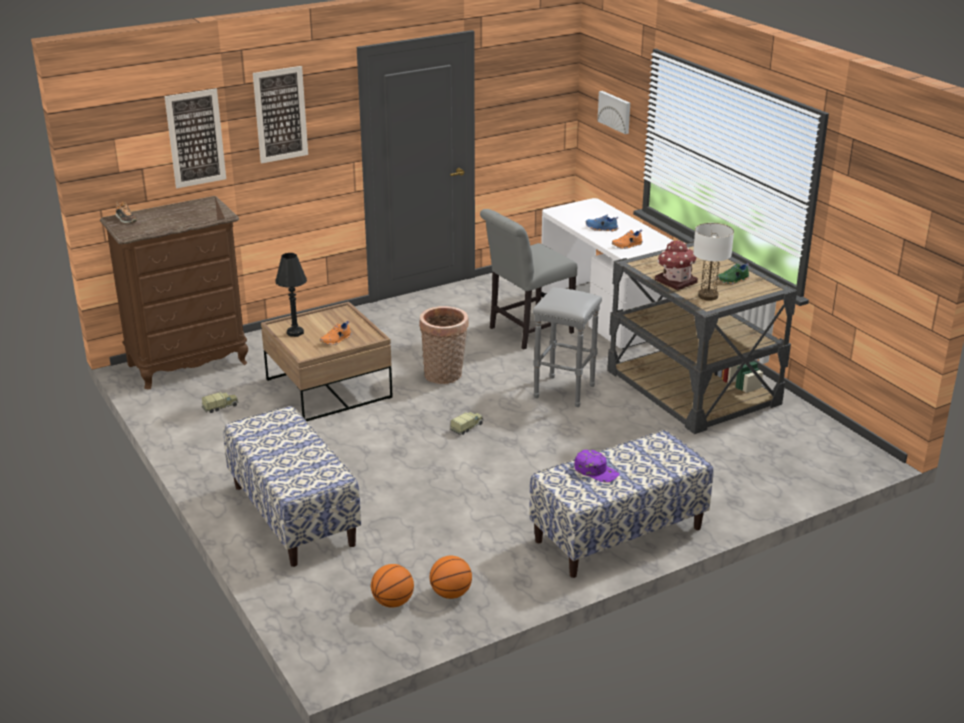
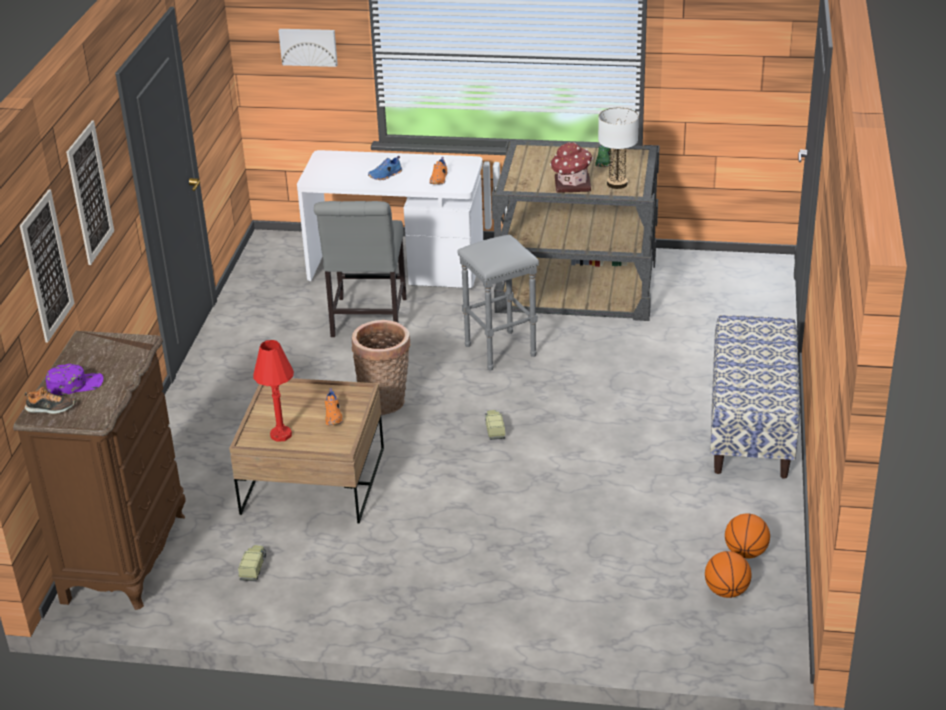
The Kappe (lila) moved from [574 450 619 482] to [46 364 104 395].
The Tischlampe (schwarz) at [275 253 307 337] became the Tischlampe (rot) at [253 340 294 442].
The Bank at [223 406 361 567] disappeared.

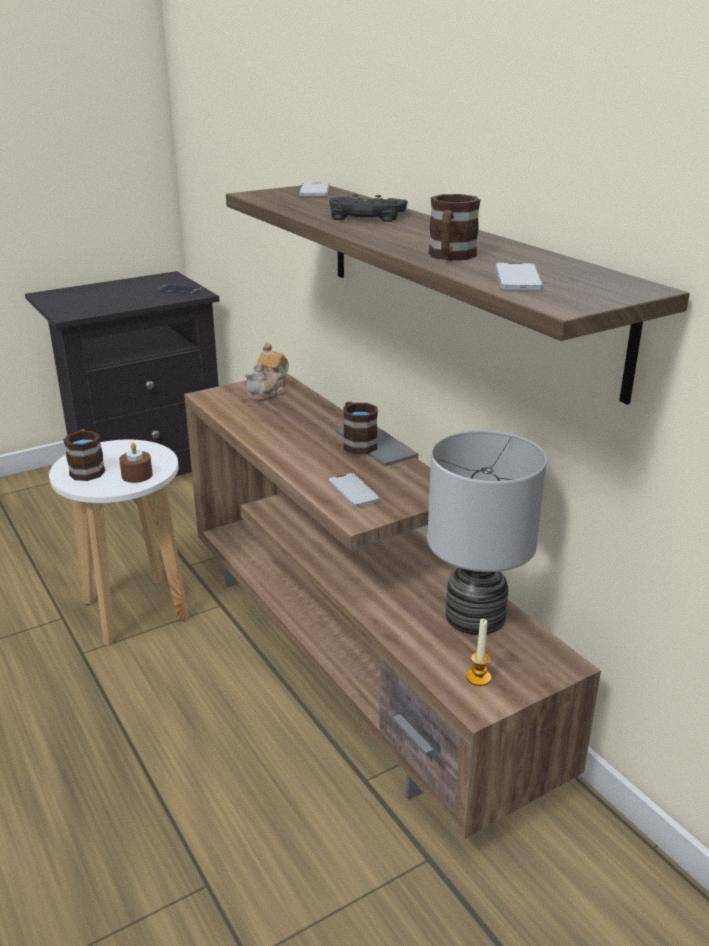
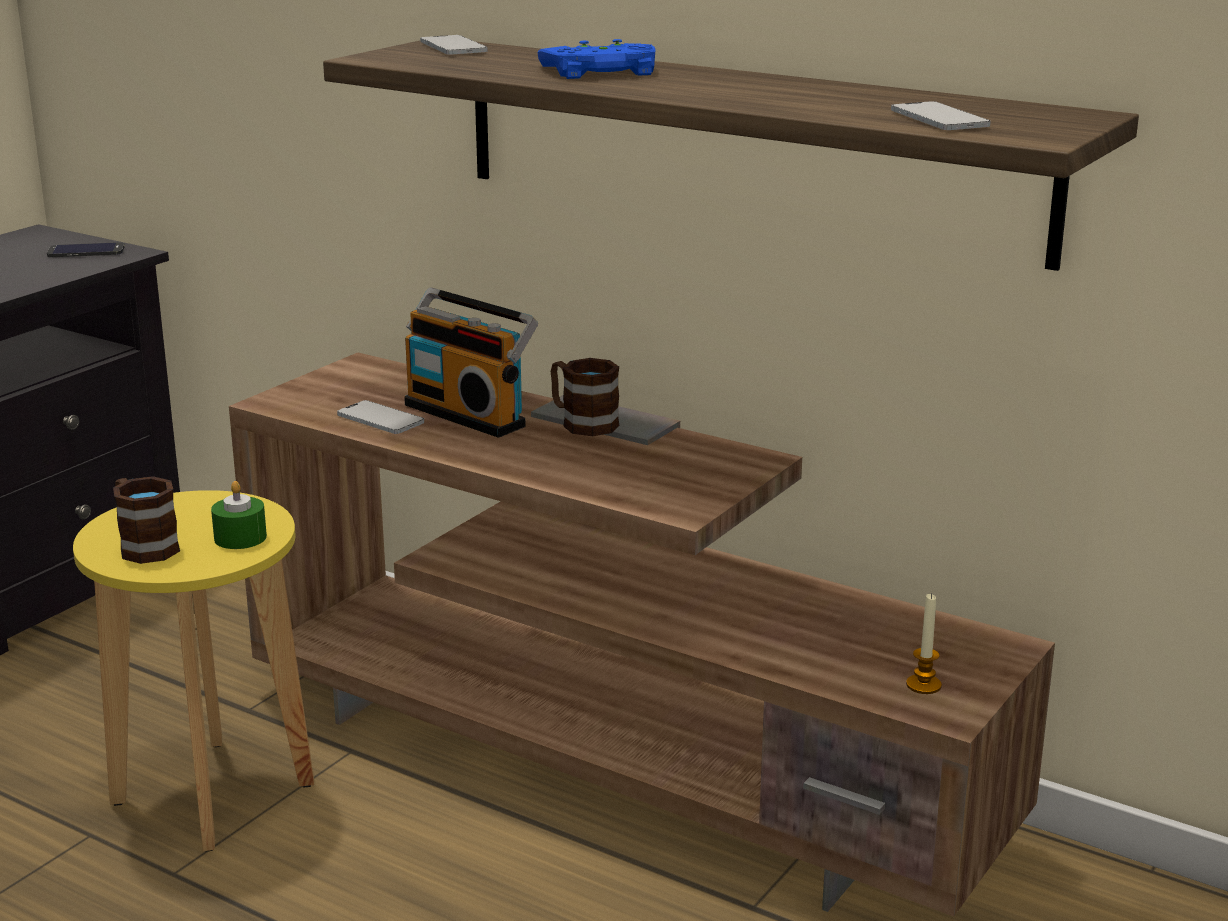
The Hocker (weiß) at [49 440 188 646] became the Hocker (gelb) at [73 490 314 851].
The Kerze (braun) at [119 443 153 483] became the Kerze (grün) at [211 481 267 549].
The Handy moved from [328 473 380 508] to [337 400 424 434].
The Radio at [404 288 538 438] appeared.
The Gamepad (schwarz) at [329 194 408 222] became the Gamepad (blau) at [538 39 655 79].
The Teekanne at [244 343 289 401] disappeared.
The Tischlampe (grau) at [427 430 547 635] disappeared.
The Henkelbecher (braun) at [429 194 480 261] disappeared.

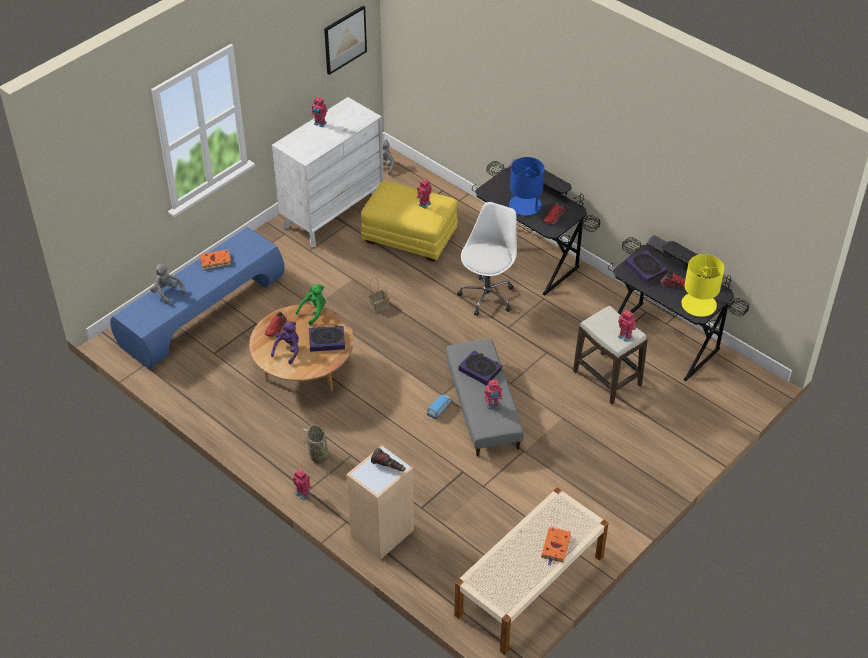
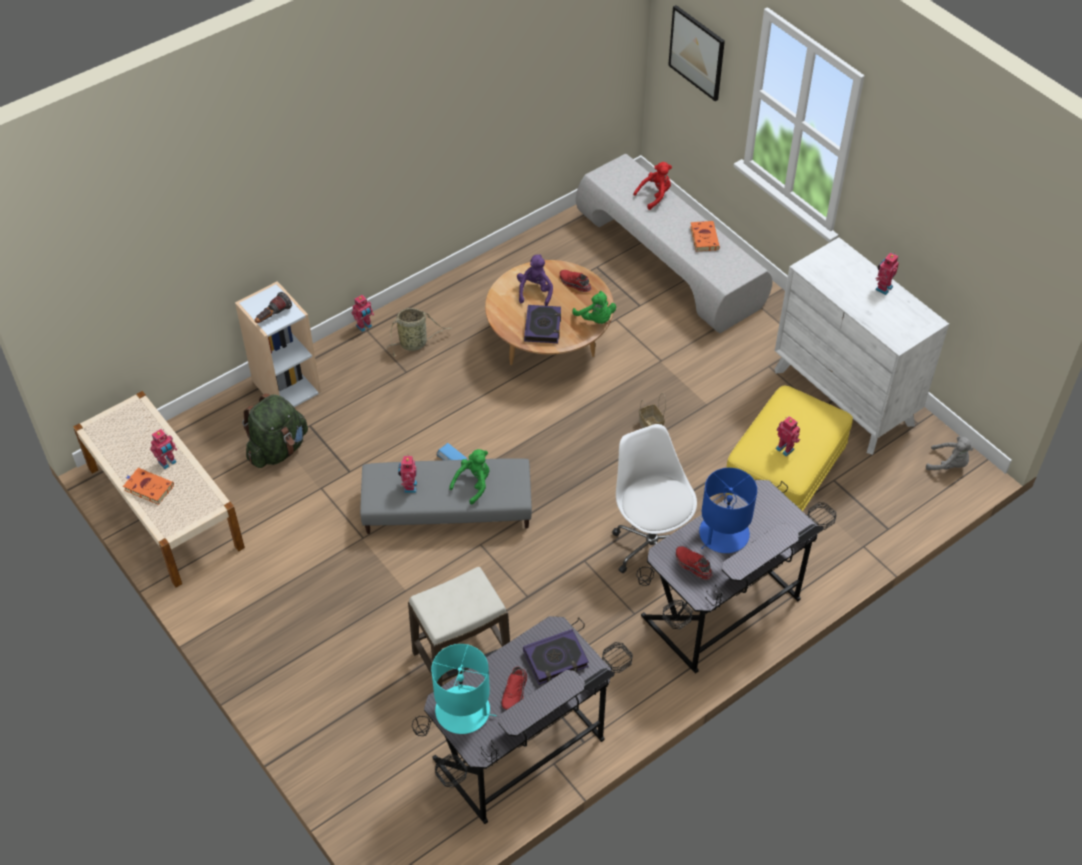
The Spielzeugroboter moved from [618 310 636 342] to [150 429 177 469].
The Rucksack (grün) at [242 393 308 468] appeared.
The Tischlampe (gelb) at [682 254 724 317] became the Tischlampe (türkis) at [431 644 497 734].
The Buch at [458 351 502 385] was replaced by the Plüschtier (grün) at [449 449 490 505].
The Plüschtier (lila) at [271 321 299 364] turned 120 degrees counterclockwise.
The Bank (blau) at [110 227 285 369] became the Bank (grau) at [576 154 773 333].
The Bürostuhl (weiß) at [457 202 517 316] turned 150 degrees counterclockwise.
The Plüschtier (grau) at [150 264 186 304] became the Plüschtier (rot) at [633 162 672 210].
The Bild moved from [324 6 367 75] to [668 5 725 101].

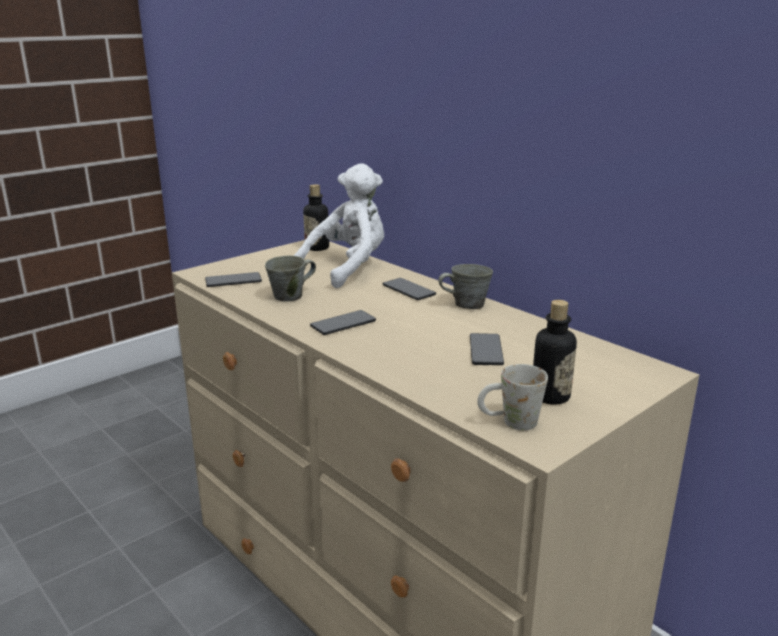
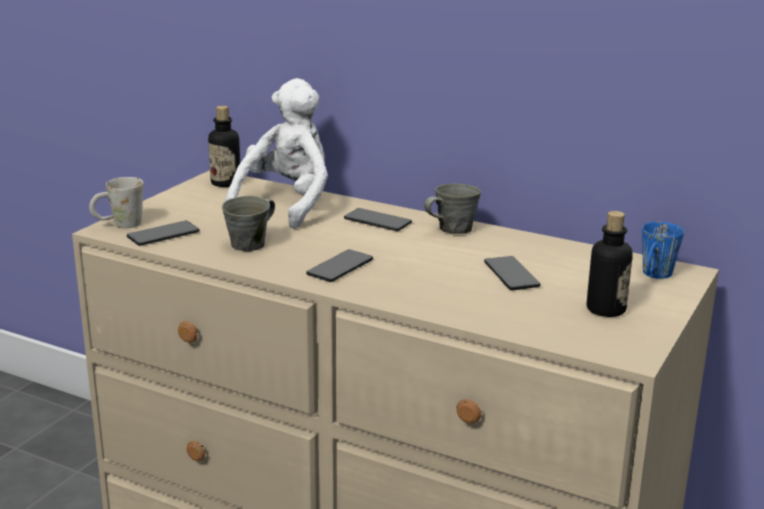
The Henkelbecher (weiß) moved from [477 364 548 430] to [89 177 144 228].
The Henkelbecher (blau) at [642 222 684 279] appeared.

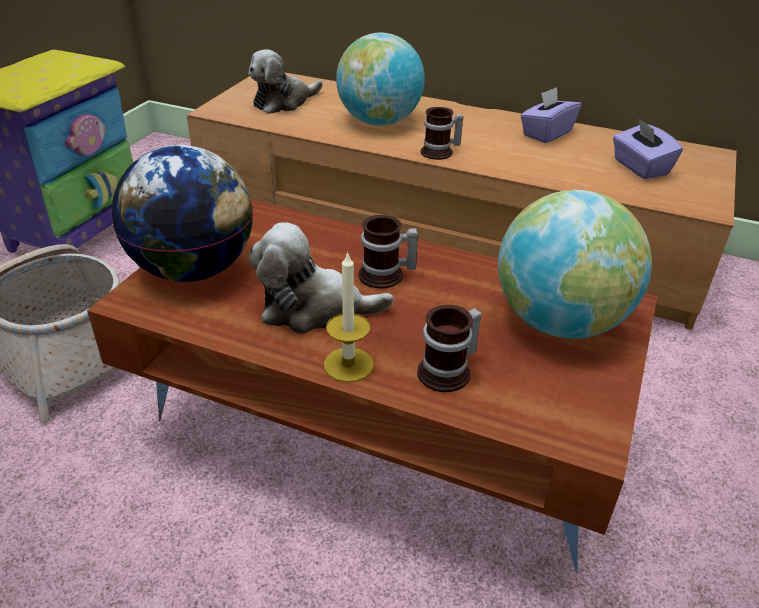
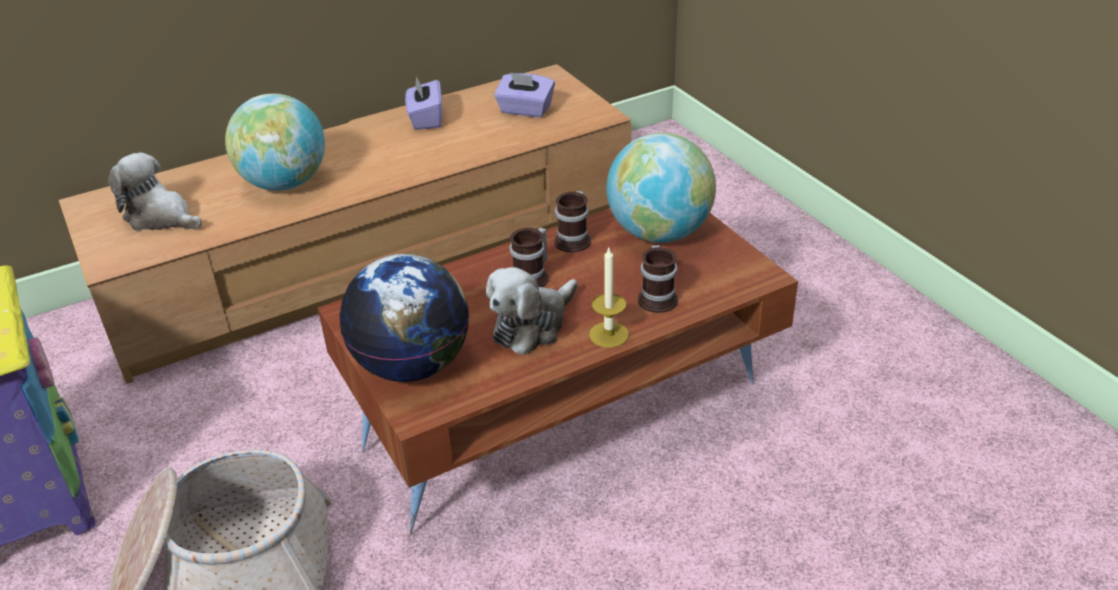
The Plüschtier at [248 49 323 114] turned 120 degrees clockwise.
The Henkelbecher moved from [421 107 464 160] to [554 191 591 252].

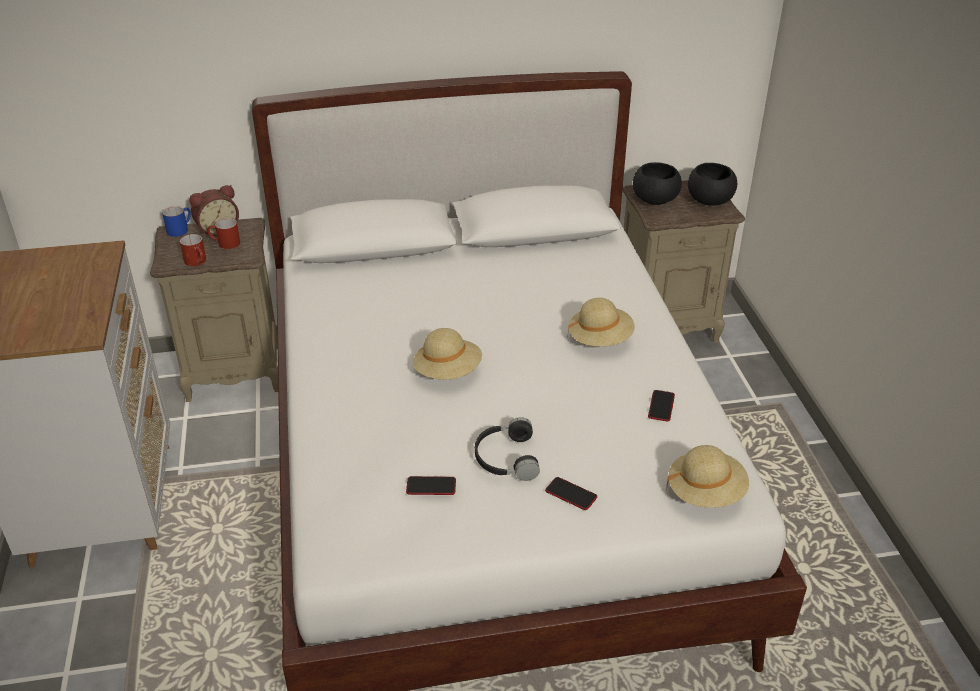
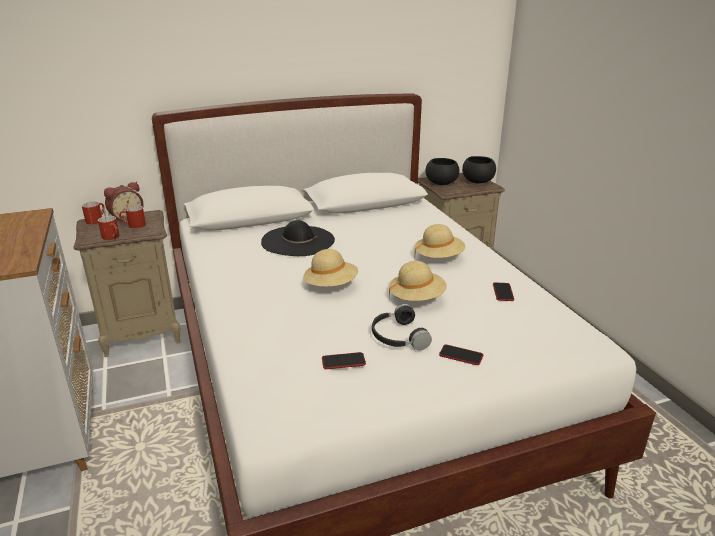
The Henkelbecher (blau) at [162 206 191 237] became the Henkelbecher (rot) at [82 202 104 224].
The Hut (schwarz) at [261 220 335 256] appeared.
The Hut (beige) moved from [666 445 749 508] to [389 261 447 301].

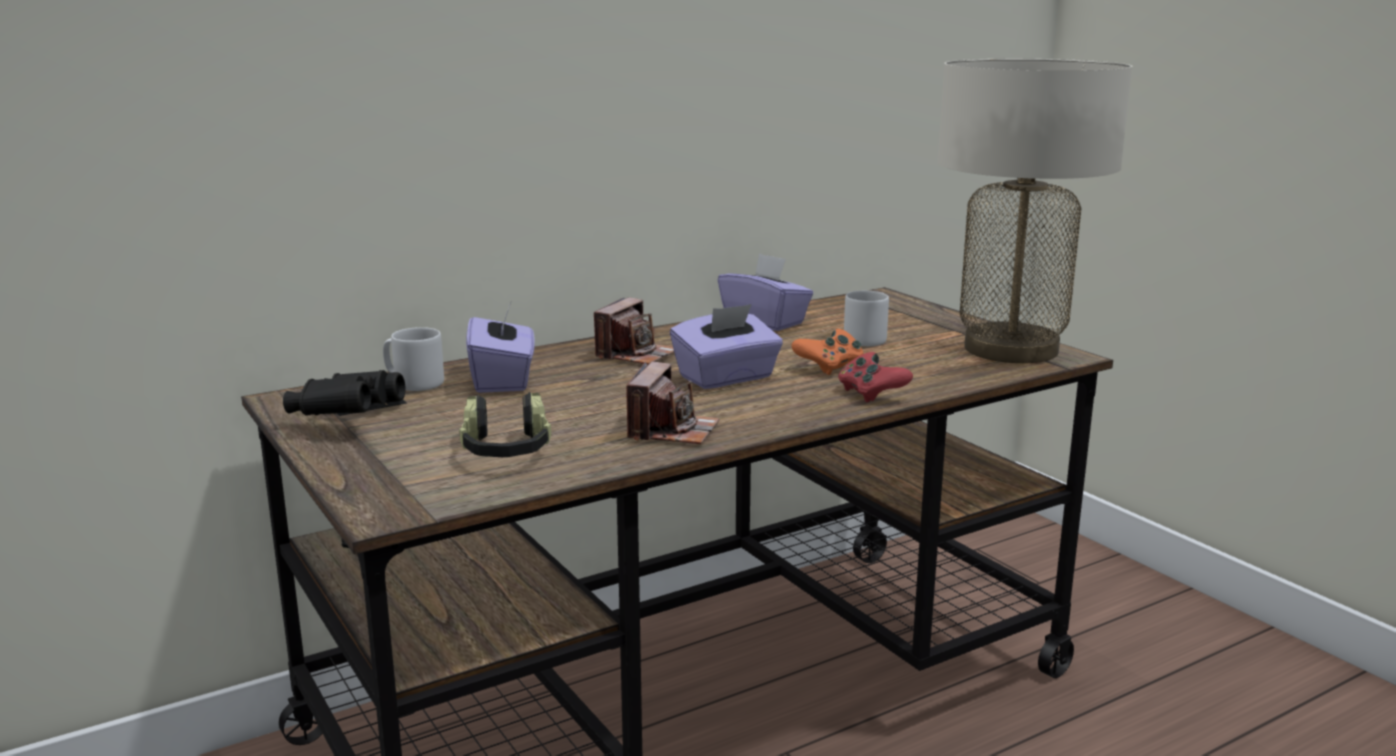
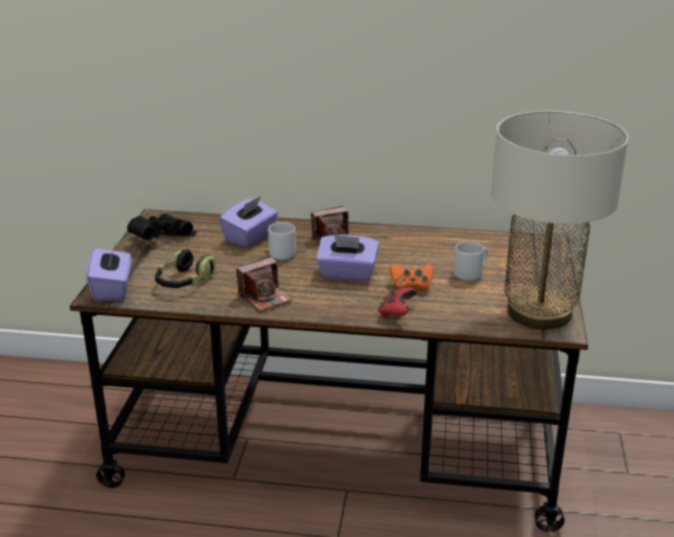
The Taschentuchbox (lila) moved from [718 253 814 331] to [87 242 131 301].
The Henkelbecher (grau) moved from [383 327 444 391] to [268 222 296 260].

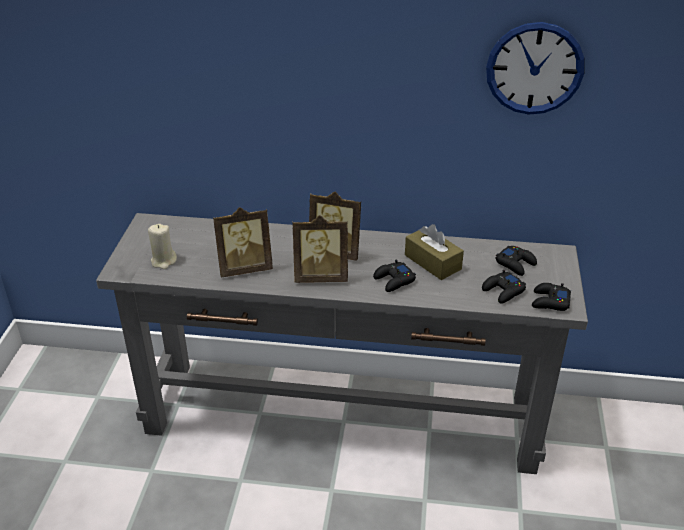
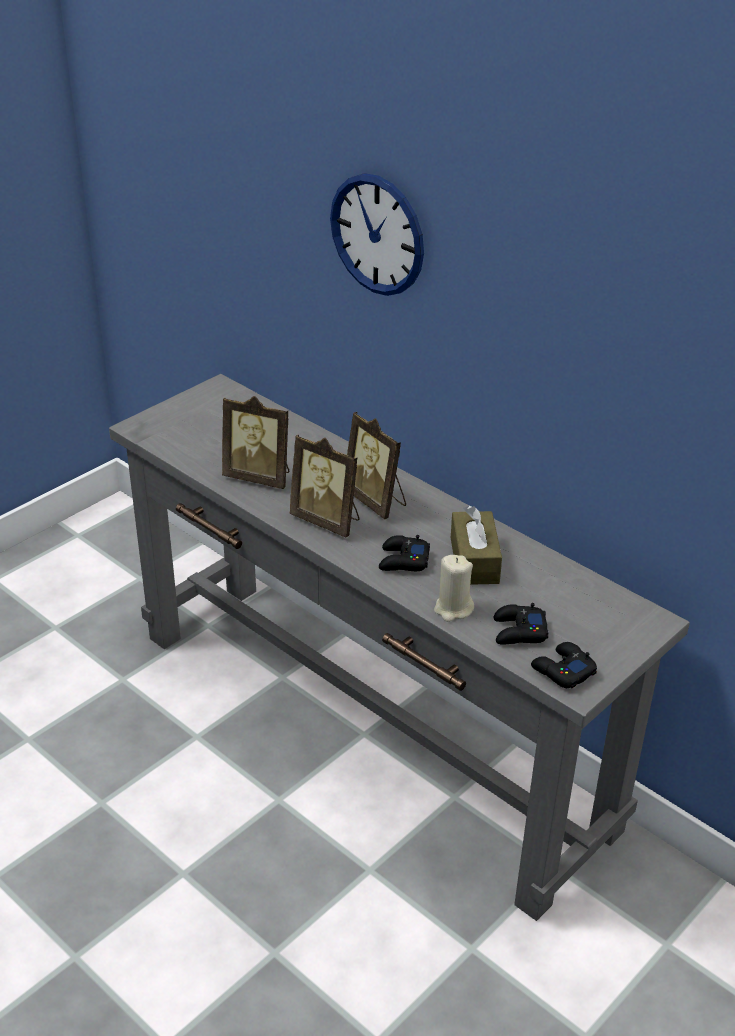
The Wanduhr moved from [486 22 585 115] to [330 173 424 296].
The Kerze (beige) moved from [148 224 177 269] to [434 555 474 622].
The Gamepad (schwarz) at [495 246 537 276] disappeared.

